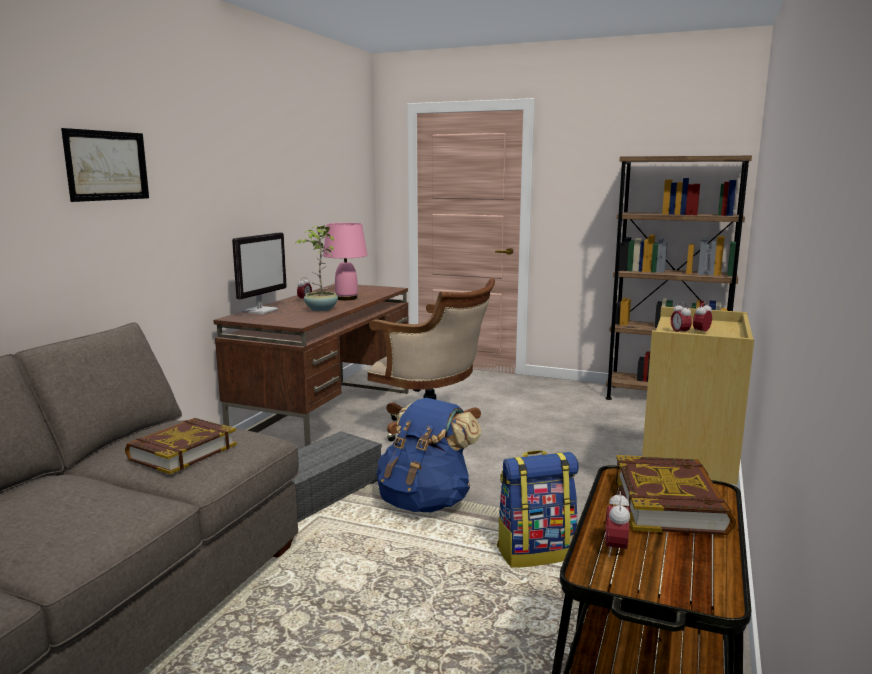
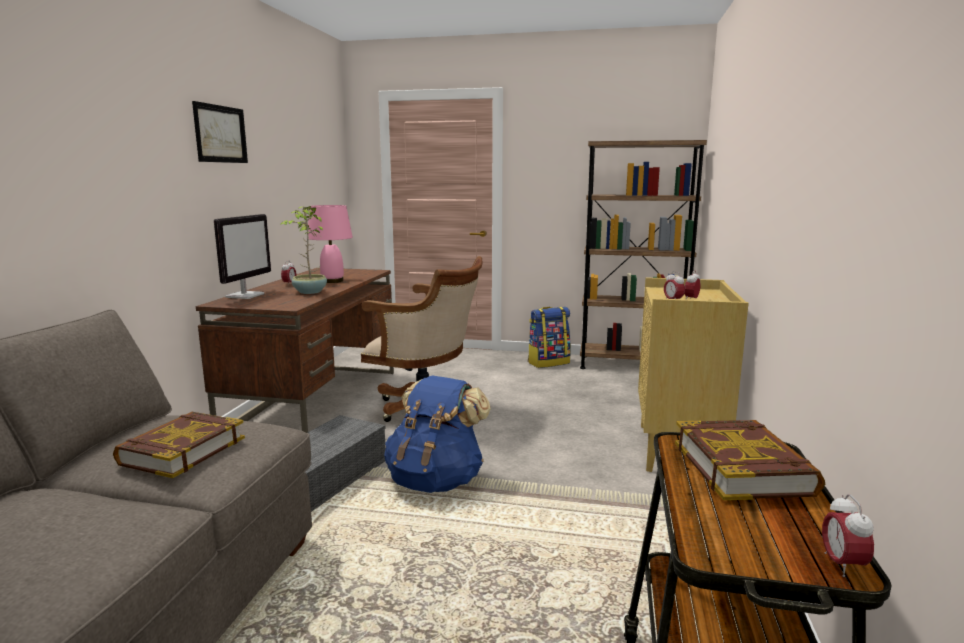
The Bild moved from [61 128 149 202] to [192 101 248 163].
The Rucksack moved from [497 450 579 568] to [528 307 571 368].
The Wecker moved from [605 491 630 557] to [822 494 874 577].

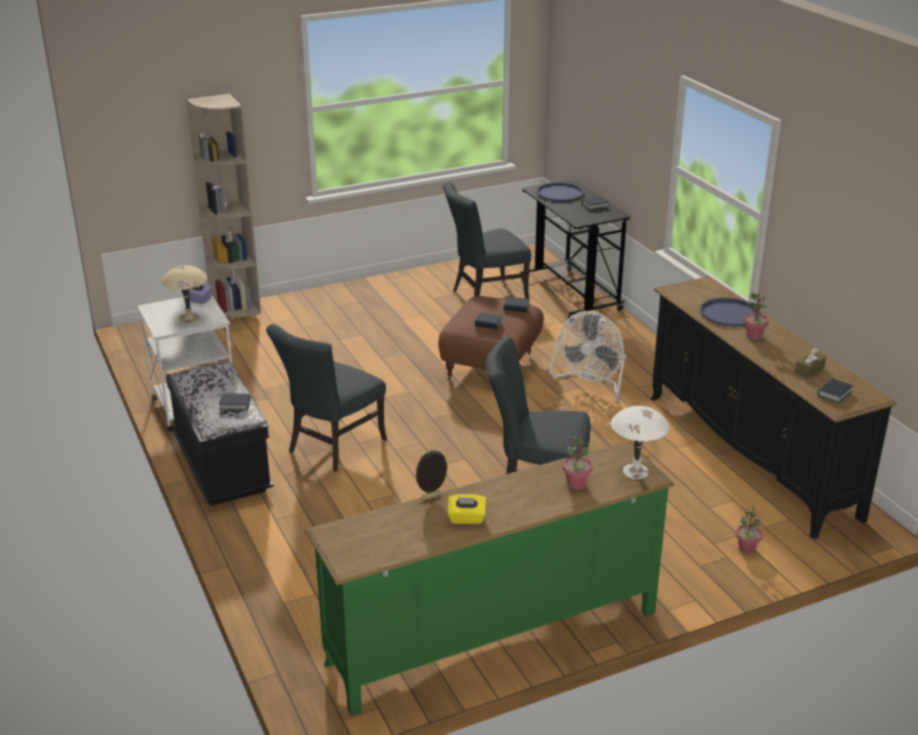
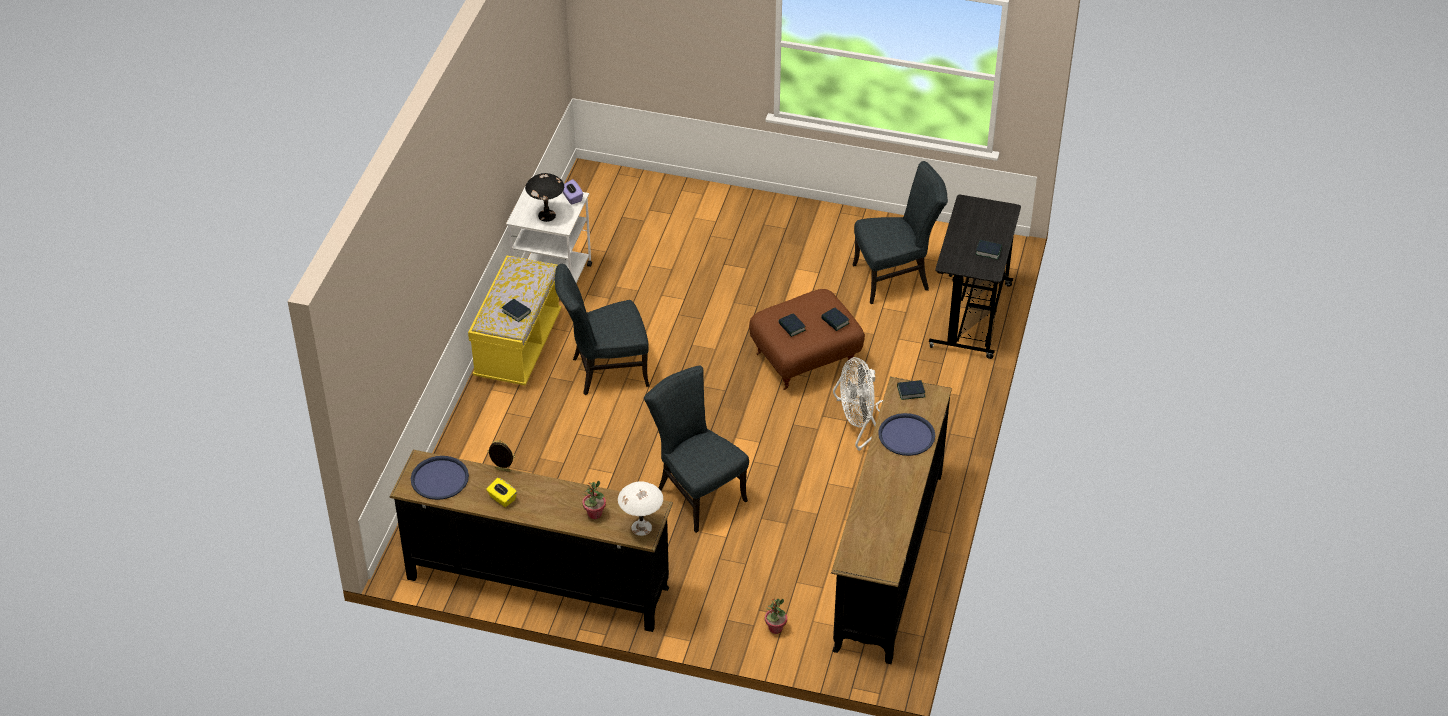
The Kommode (grün) at [305 441 674 716] became the Kommode (schwarz) at [390 450 673 632].
The Tablett (blau) moved from [536 182 584 202] to [411 456 469 500].
The Bank (schwarz) at [166 361 273 506] became the Bank (gelb) at [468 255 561 385].
The Tischlampe (beige) at [162 265 207 323] became the Tischlampe (schwarz) at [525 173 564 222].
The Stuhl (grau) at [442 182 531 301] turned 150 degrees clockwise.
The Buch moved from [818 378 853 403] to [897 380 925 400].
The Bücherregal (beige) at [187 94 261 319] disappeared.
The Topfpflanze at [744 293 769 339] disappeared.
The Taschentuchbox (braun) at [795 348 826 378] disappeared.

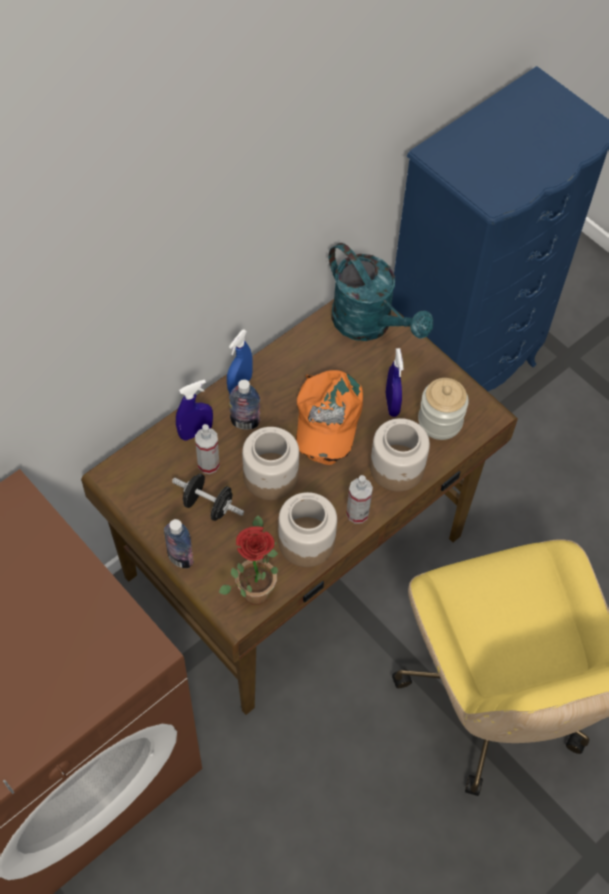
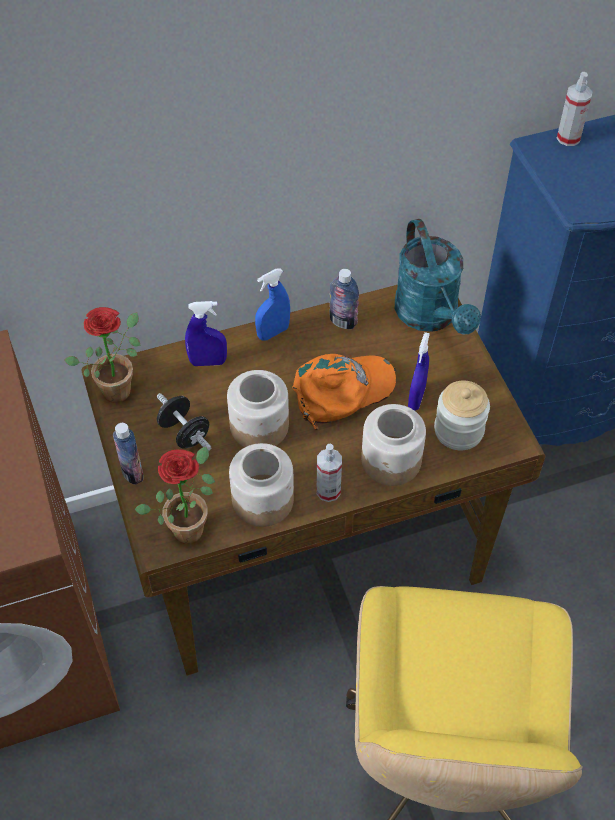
The Topfpflanze at [64 307 141 403] appeared.
The Kappe (orange) at [296 370 363 465] turned 150 degrees counterclockwise.
The Flasche moved from [229 379 261 430] to [329 269 359 329].
The Sprühflasche moved from [195 424 220 474] to [557 72 592 146].

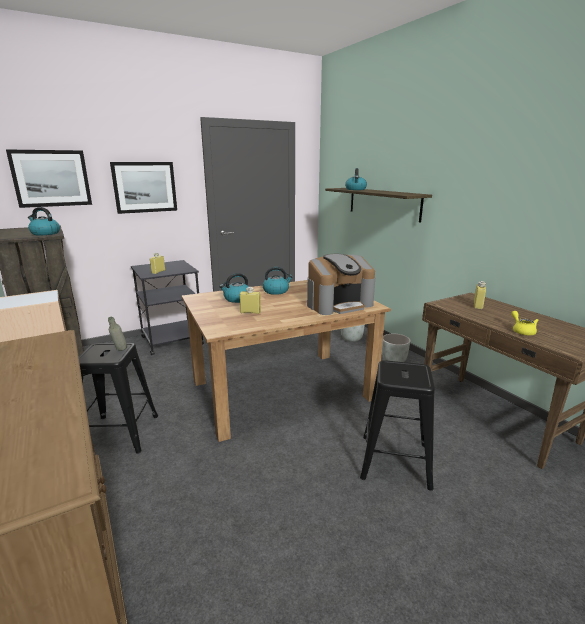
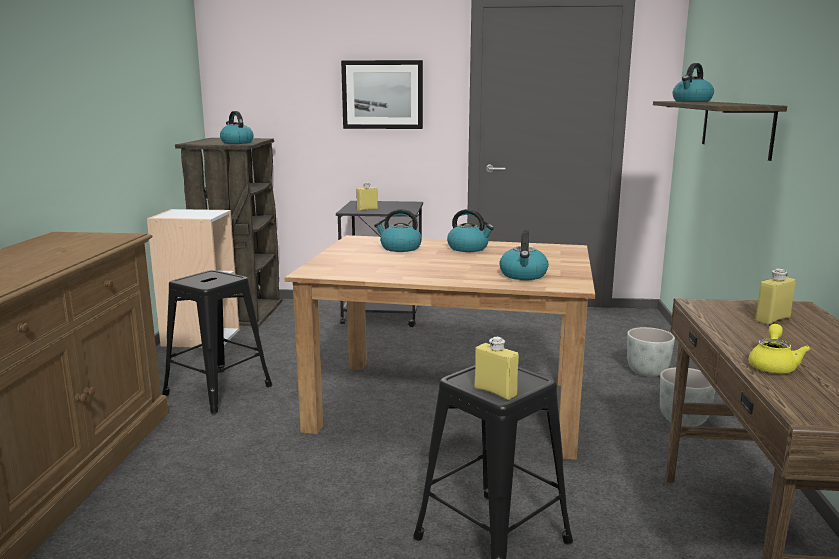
The Flasche (gelb) moved from [240 287 261 314] to [474 337 519 400].
The Kaffeemaschine at [307 254 375 315] was replaced by the Wasserkessel at [499 229 549 280].
The Bild at [6 149 92 208] disappeared.
The Flasche (grau) at [108 317 127 351] disappeared.

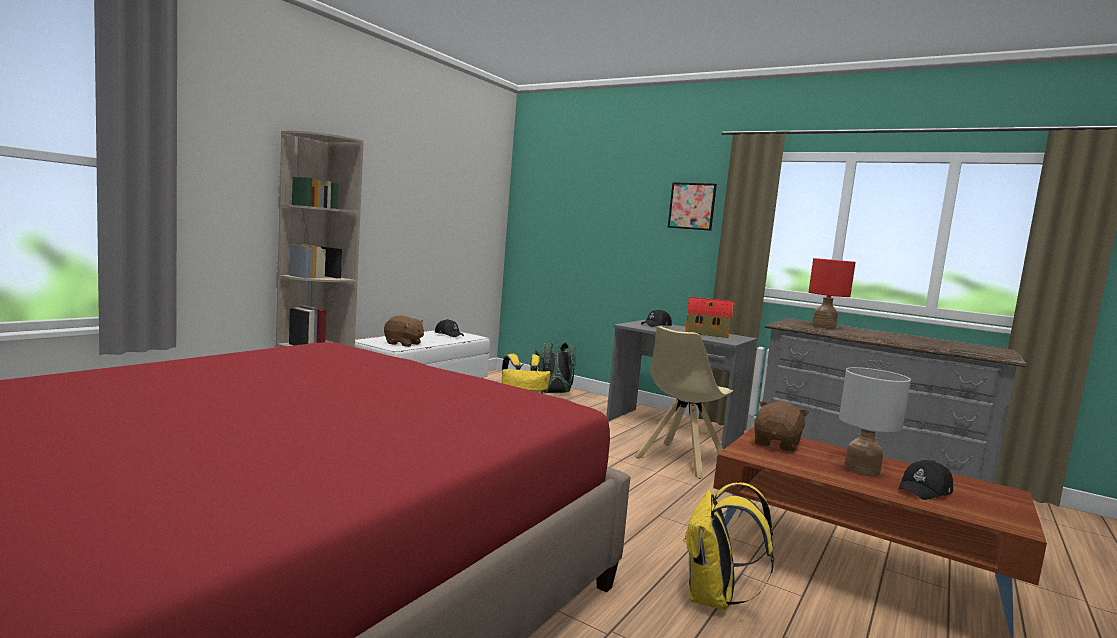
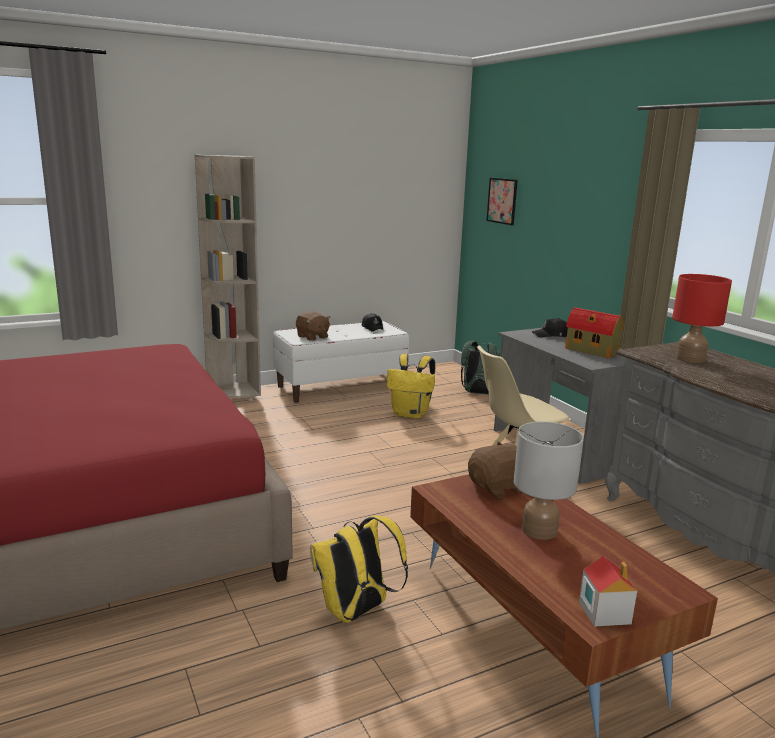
The Bild moved from [668 182 717 231] to [486 178 518 225].
The Spielzeughaus at [579 556 637 627] appeared.
The Kappe (schwarz) at [898 460 953 500] disappeared.

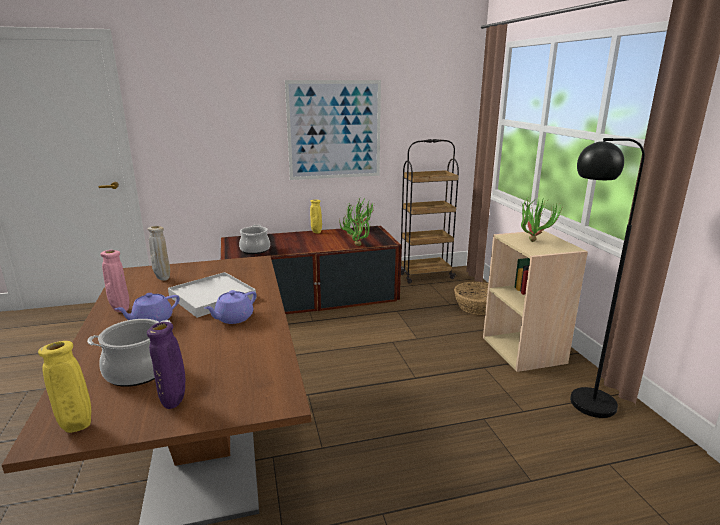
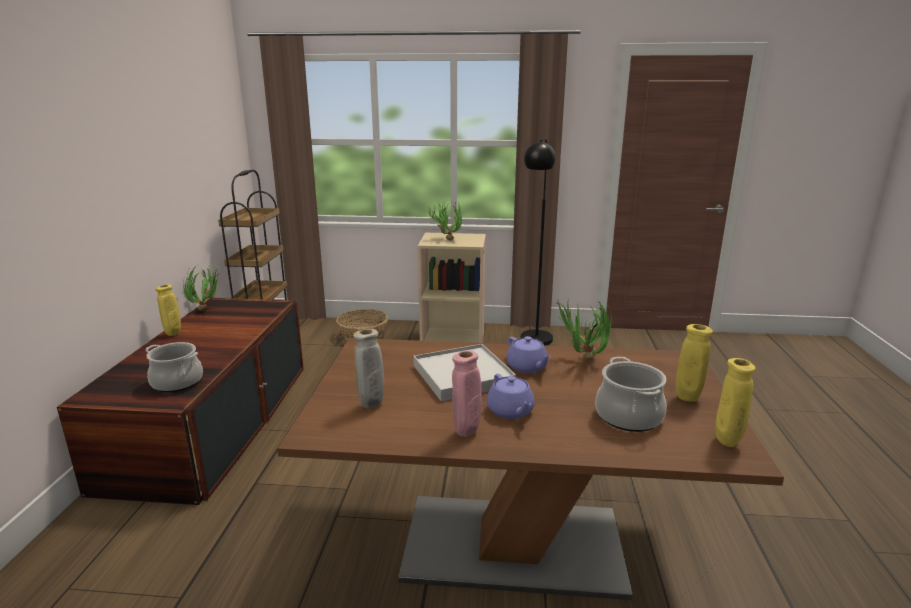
The Topfpflanze moved from [339 212 370 246] to [556 299 612 361].
The Vase (lila) at [147 322 185 409] became the Vase (gelb) at [676 324 713 402].
The Bild at [285 80 381 180] disappeared.

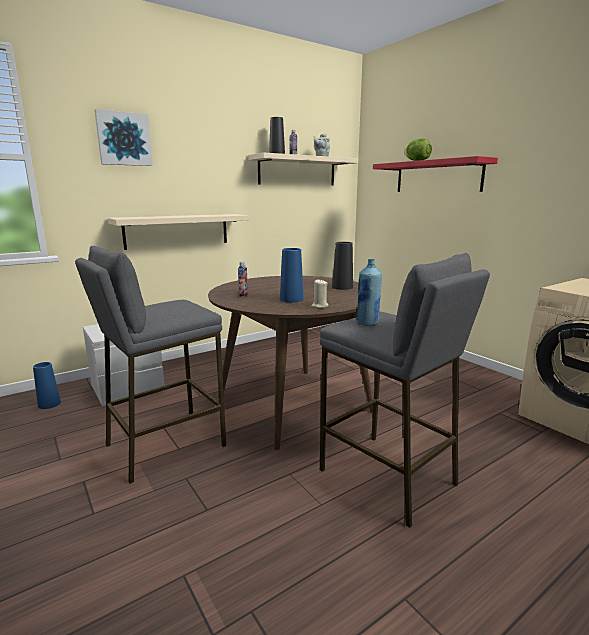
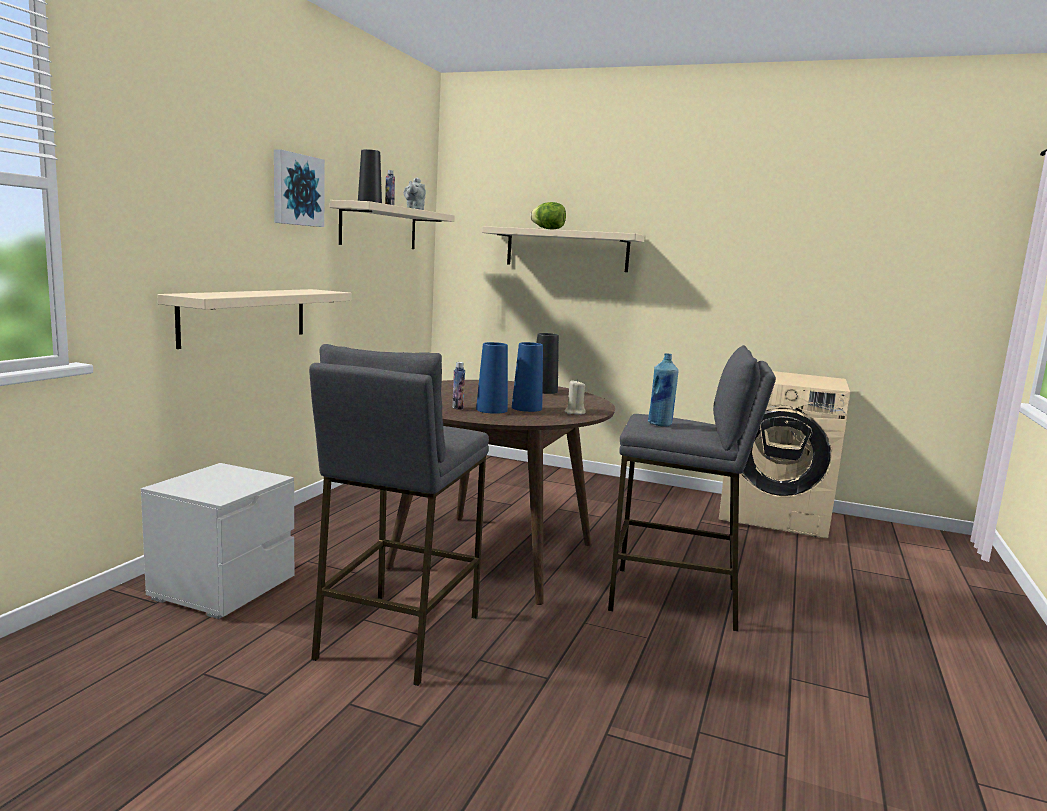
The Bild moved from [94 109 153 166] to [274 149 325 227].
The Vase (blau) moved from [33 362 61 409] to [476 342 508 414].
The Wandregal (rot) at [373 156 498 192] became the Wandregal (beige) at [482 226 645 272].

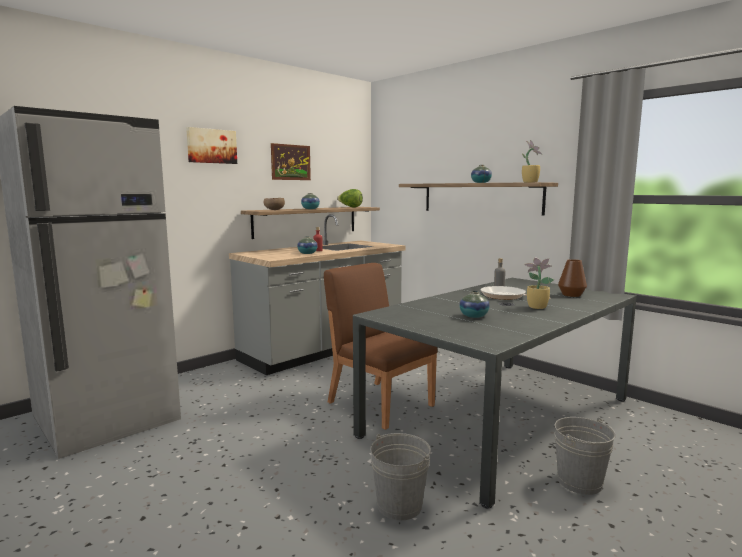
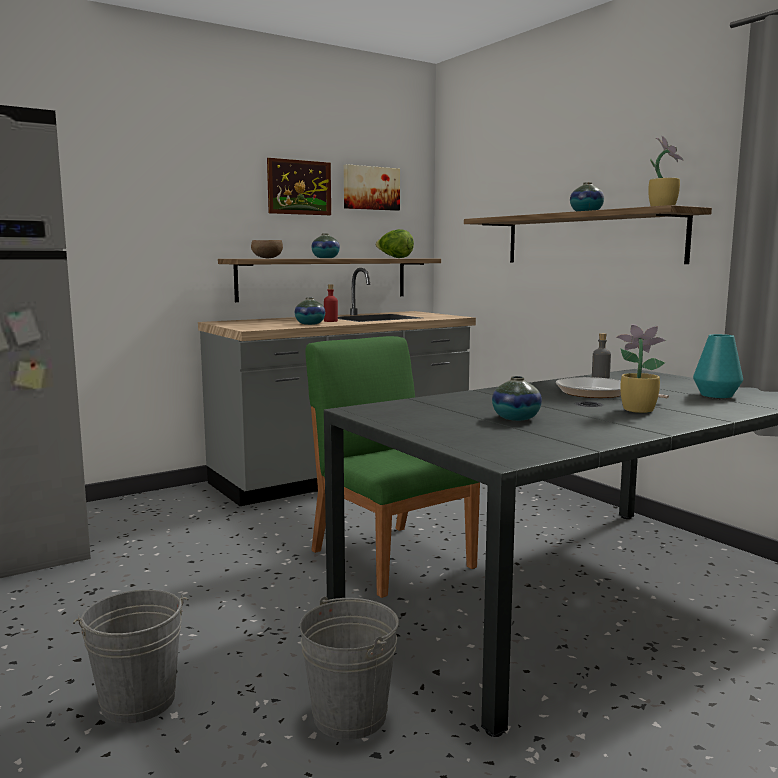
The Eimer (grau) moved from [554 417 616 495] to [73 589 189 723].
The Stuhl (braun) at [324 263 438 430] became the Stuhl (grün) at [305 336 480 598].
The Bild moved from [186 127 237 164] to [344 164 400 211].
The Vase (braun) at [558 259 587 297] became the Vase (türkis) at [693 334 743 398].

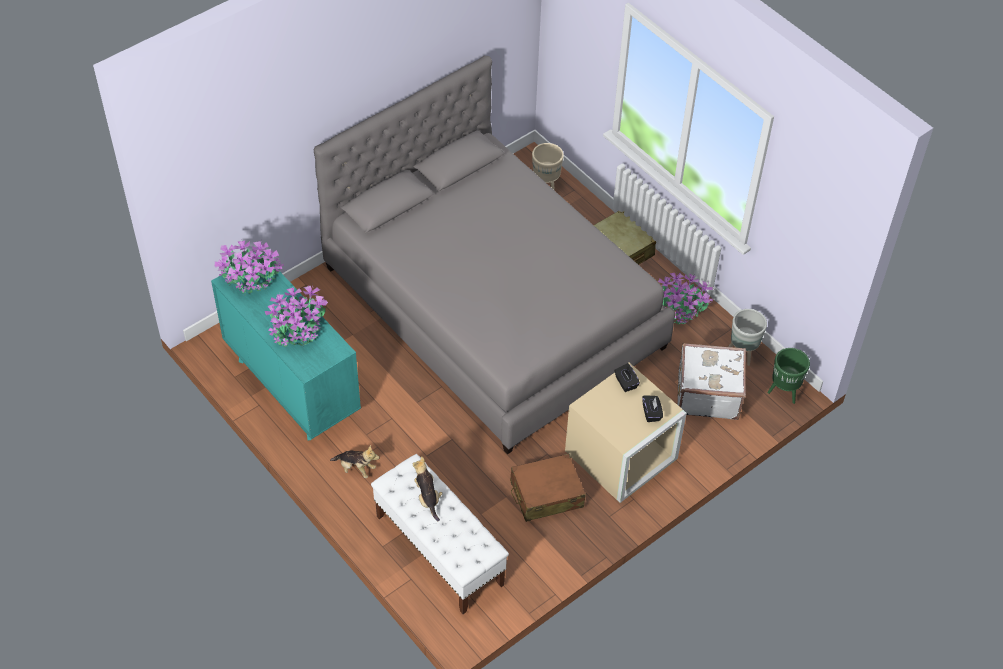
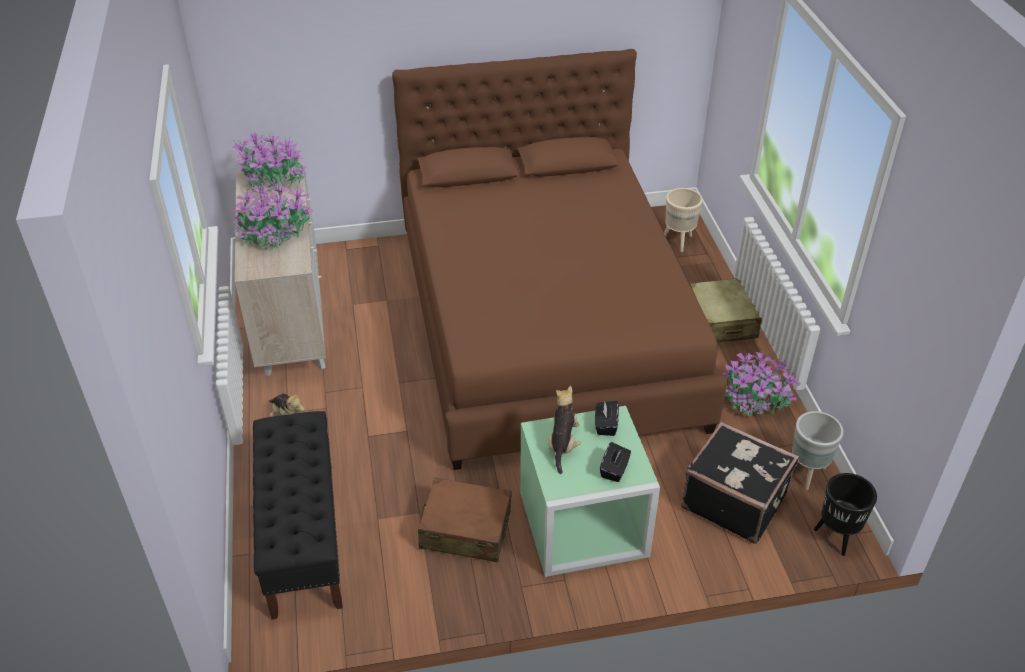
The Kommode (türkis) at [211 262 361 440] became the Kommode (weiß) at [235 164 326 376].
The Bank (weiß) at [371 454 509 614] became the Bank (schwarz) at [253 411 343 619].
The Bett (grau) at [314 56 675 455] became the Bett (braun) at [392 49 727 470].
The Aufbewahrungsbox (beige) at [565 362 687 503] became the Aufbewahrungsbox (grün) at [520 406 660 577].
The Plüschtier moved from [413 456 442 521] to [548 386 581 474].
The Koffer (weiß) at [677 343 746 420] became the Koffer (schwarz) at [681 422 799 544].
The Pflanzkübel (grün) at [768 348 810 404] became the Pflanzkübel (schwarz) at [814 473 877 556].

